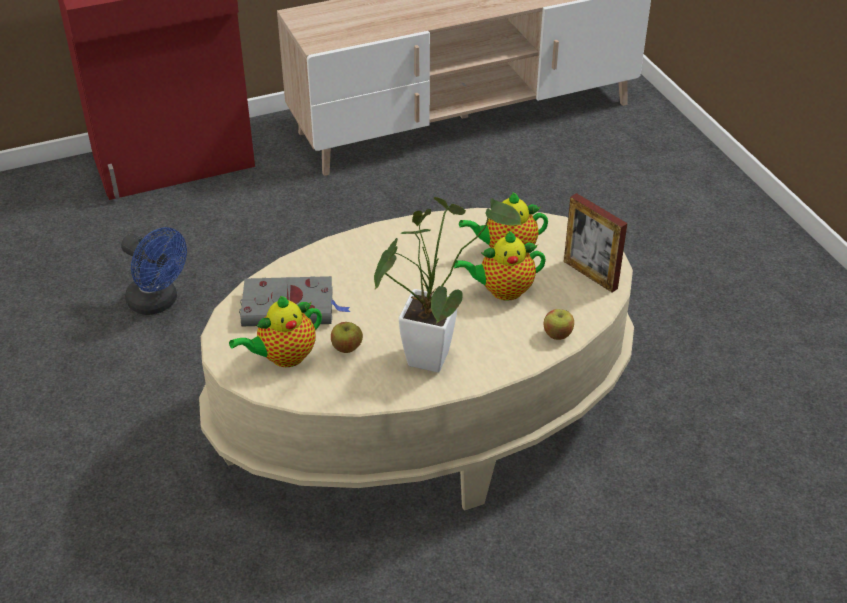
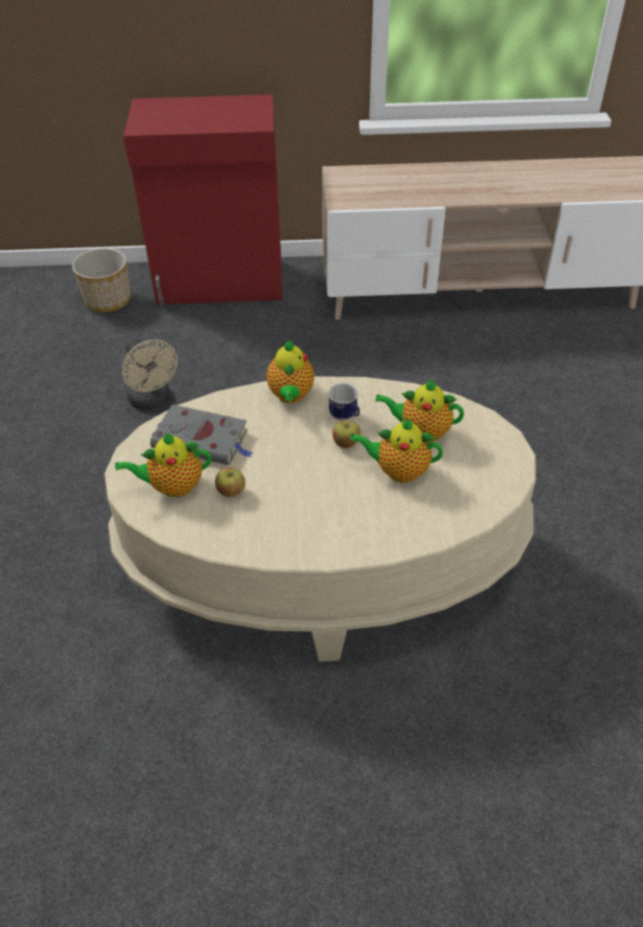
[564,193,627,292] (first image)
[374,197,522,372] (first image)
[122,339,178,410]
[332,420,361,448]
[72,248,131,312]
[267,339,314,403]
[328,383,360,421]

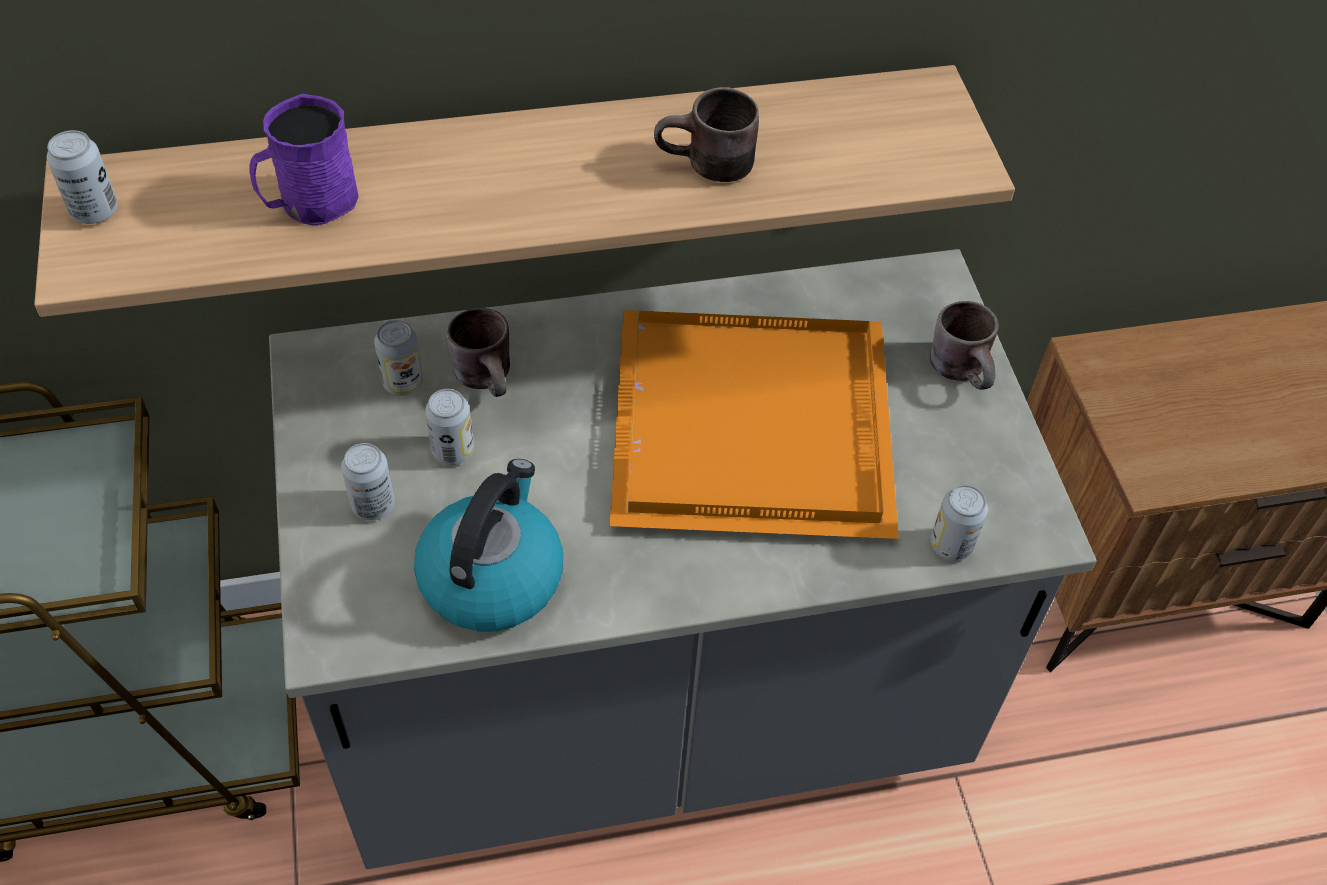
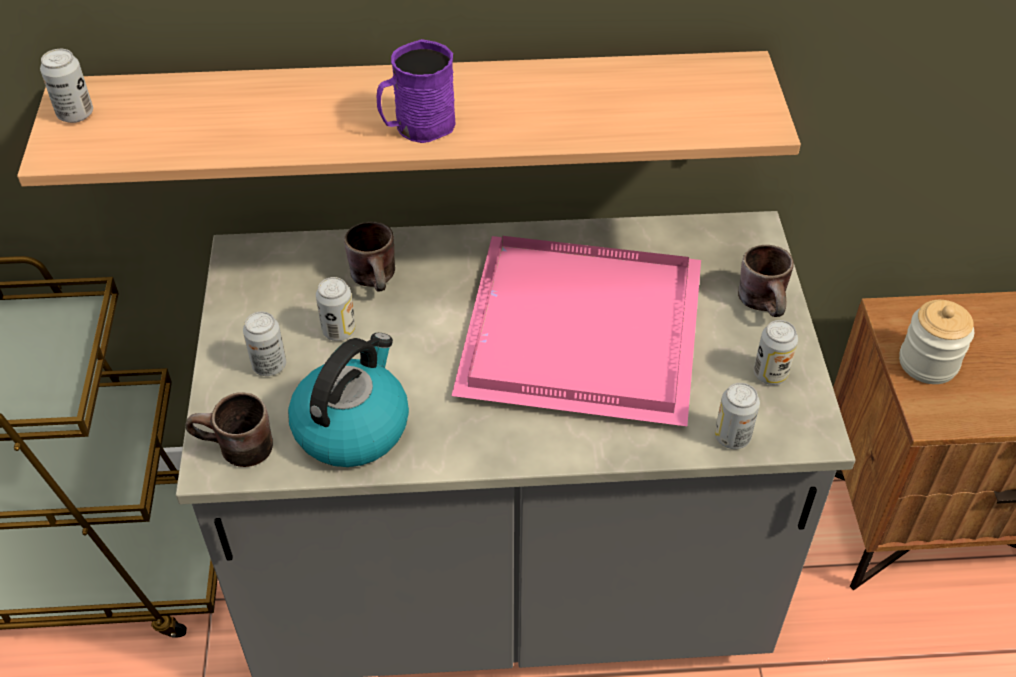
[185,392,273,467]
[376,39,456,143]
[452,236,701,426]
[754,320,798,385]
[899,300,974,384]

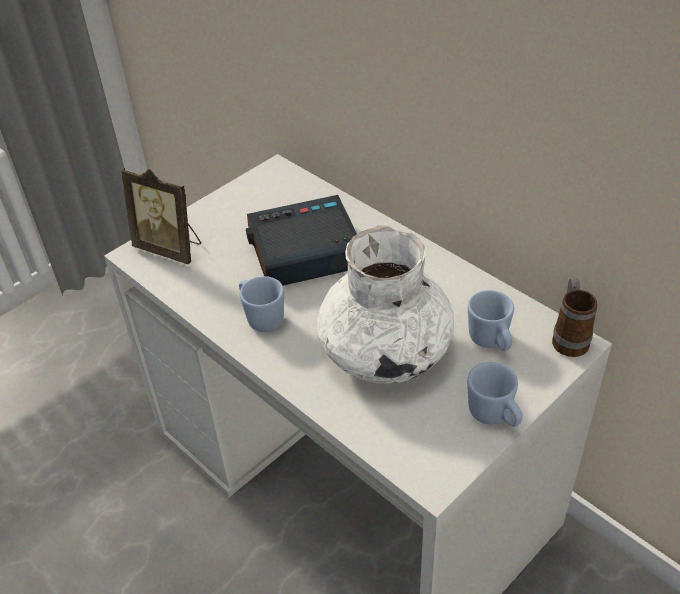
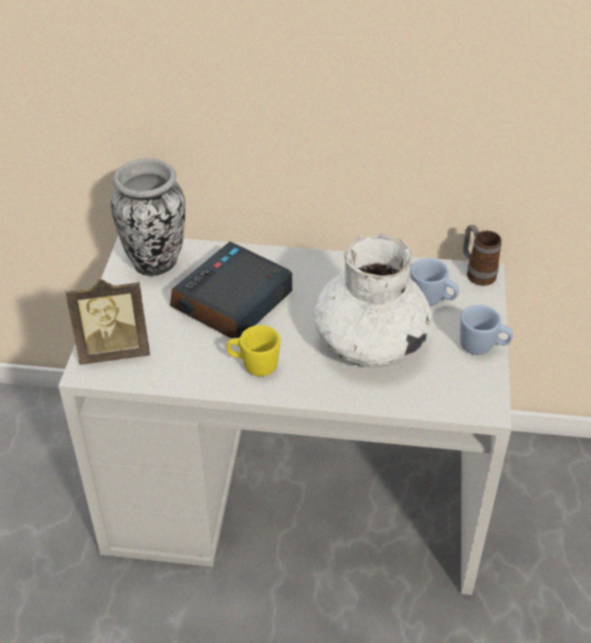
[227,325,280,376]
[111,158,185,276]

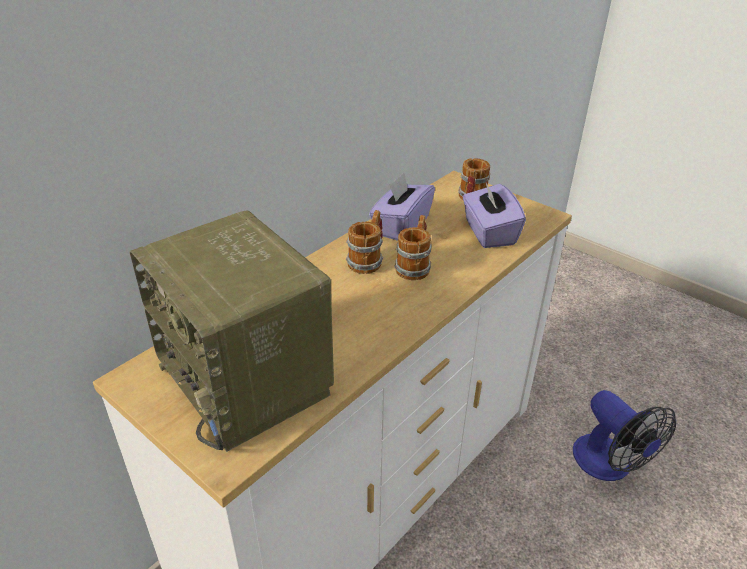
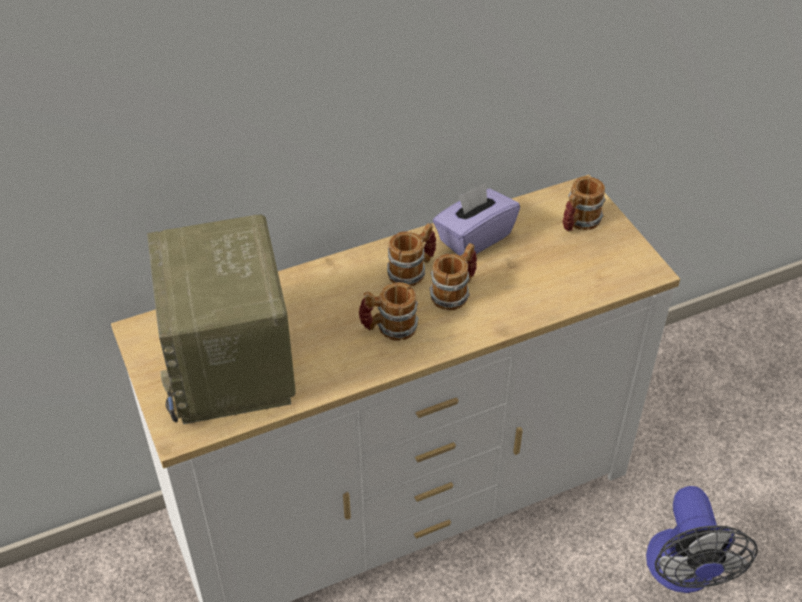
[463,181,526,248] (first image)
[359,282,419,341]

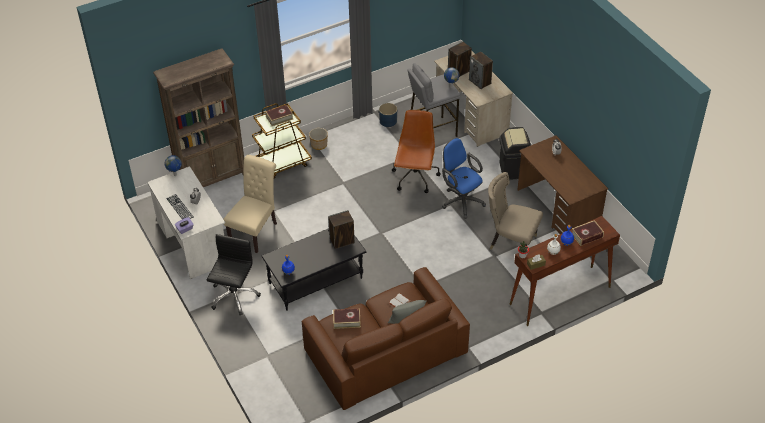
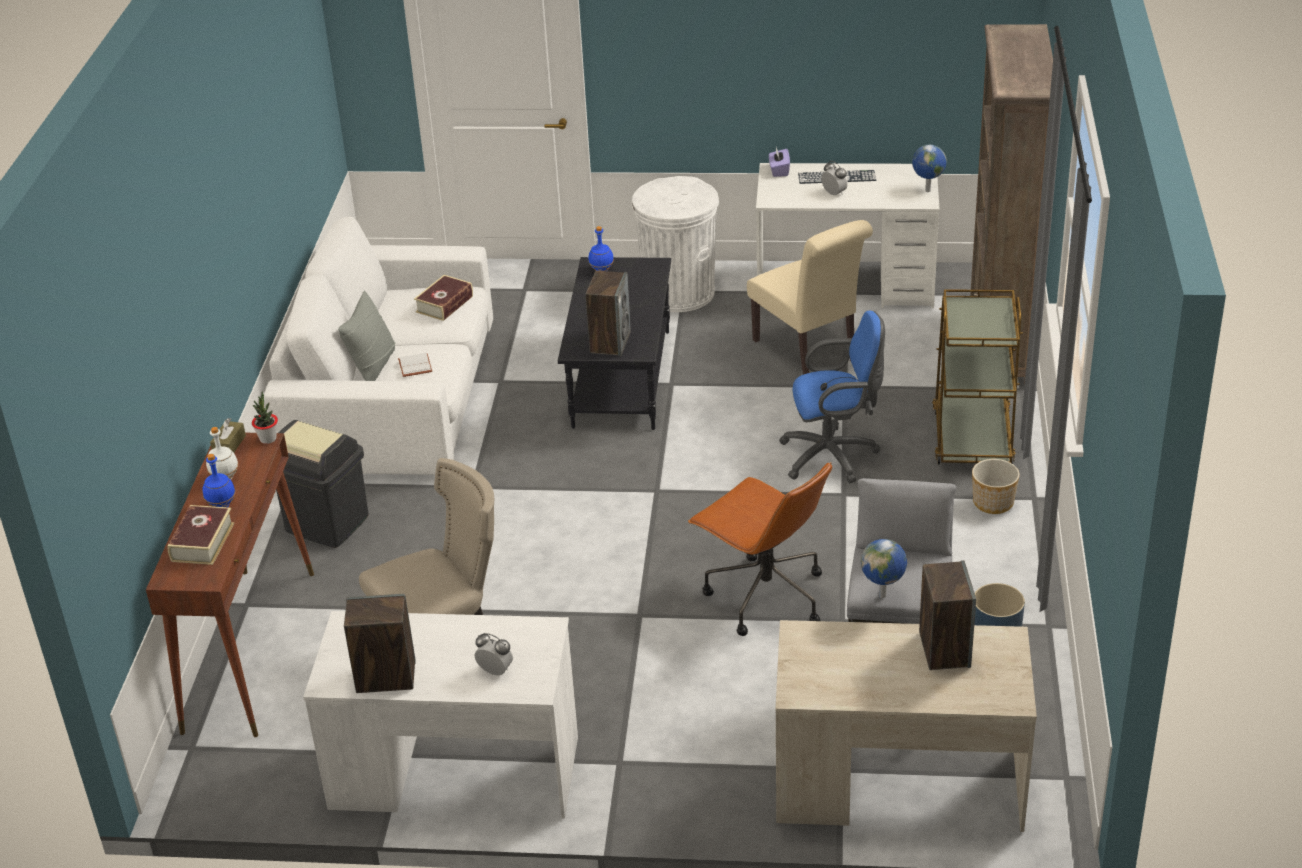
[344,594,416,693]
[265,105,293,126] (first image)
[276,420,369,548]
[303,611,578,818]
[779,311,885,483]
[632,176,719,312]
[264,217,493,475]

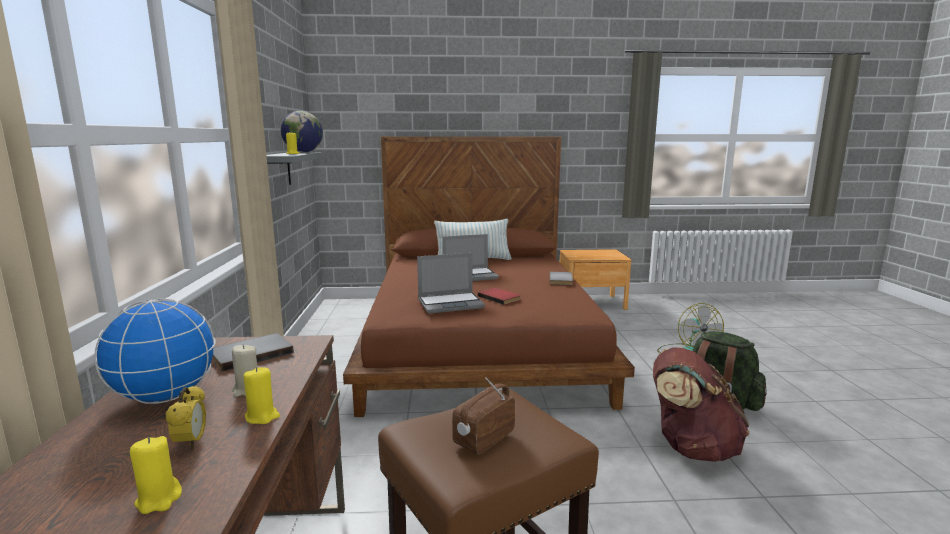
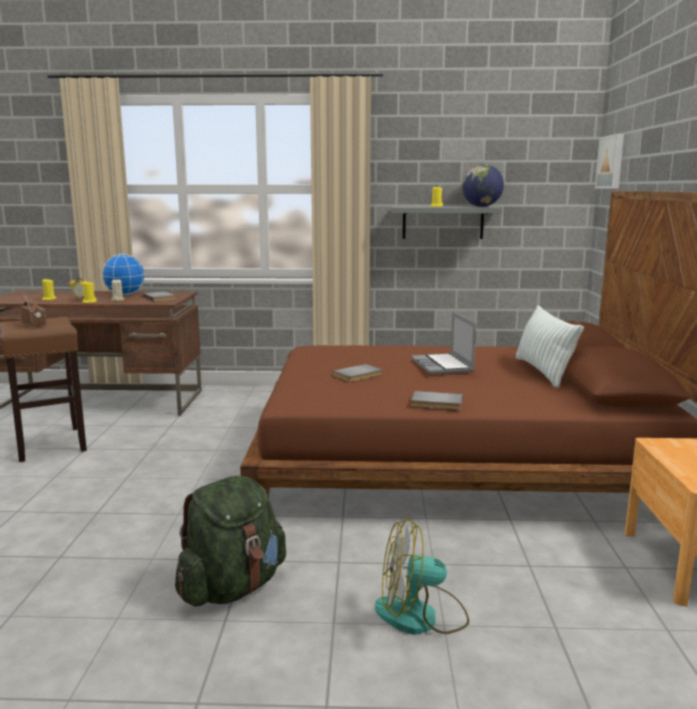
[417,253,485,314] (first image)
[332,364,382,382]
[653,347,750,462] (first image)
[595,134,624,188]

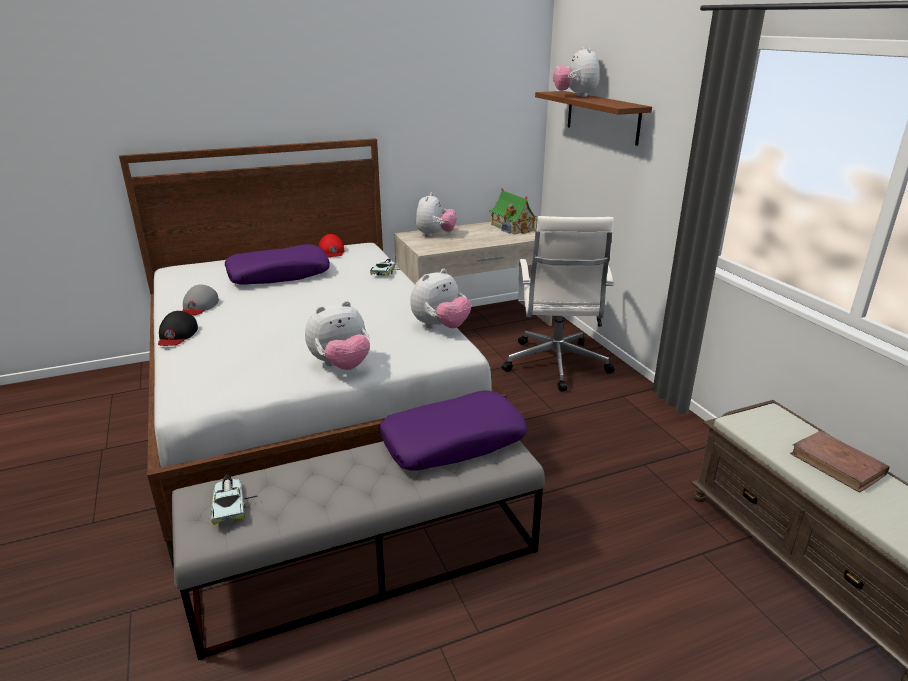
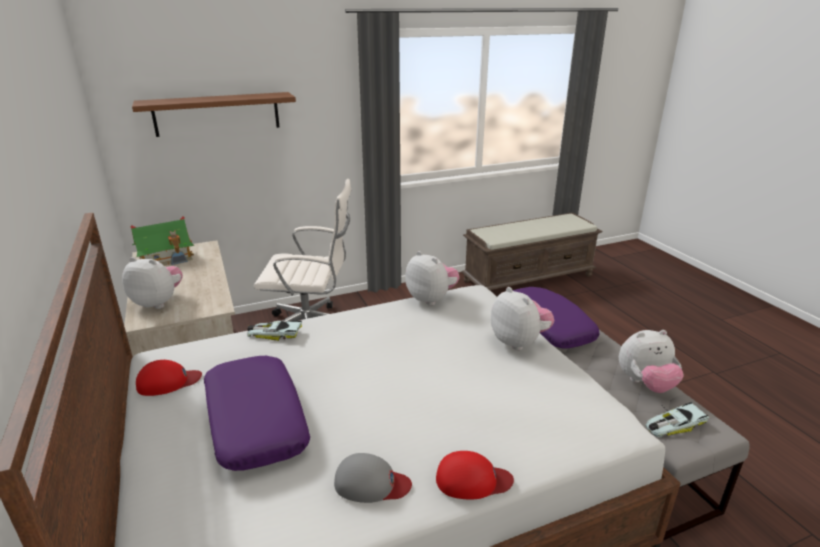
[619,330,683,393]
[436,451,514,499]
[790,431,890,493] (first image)

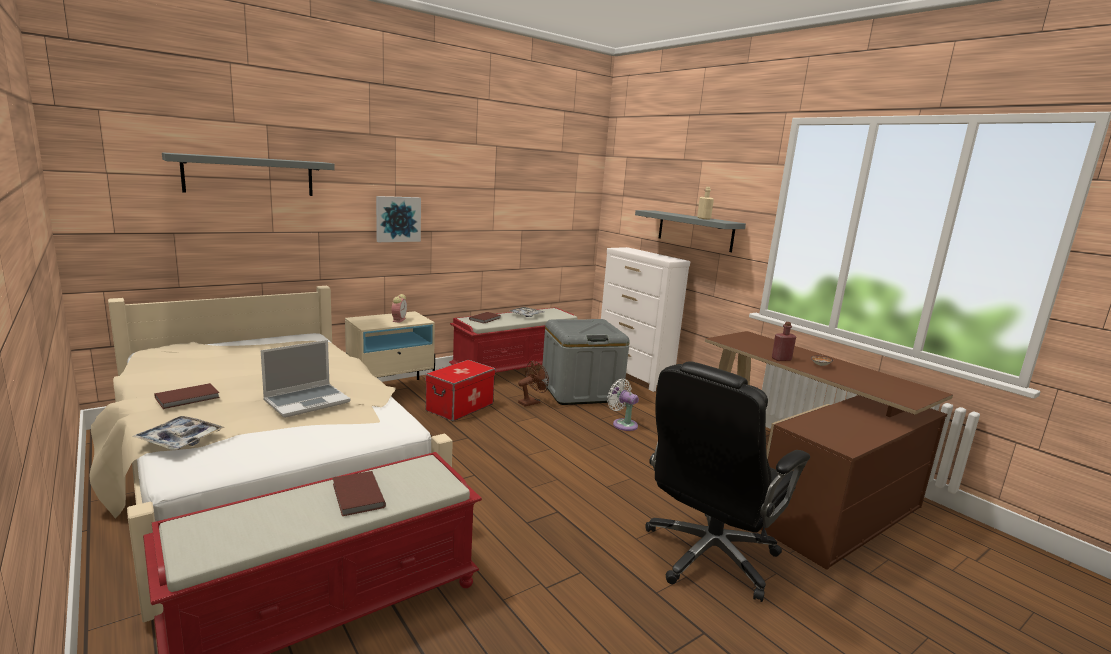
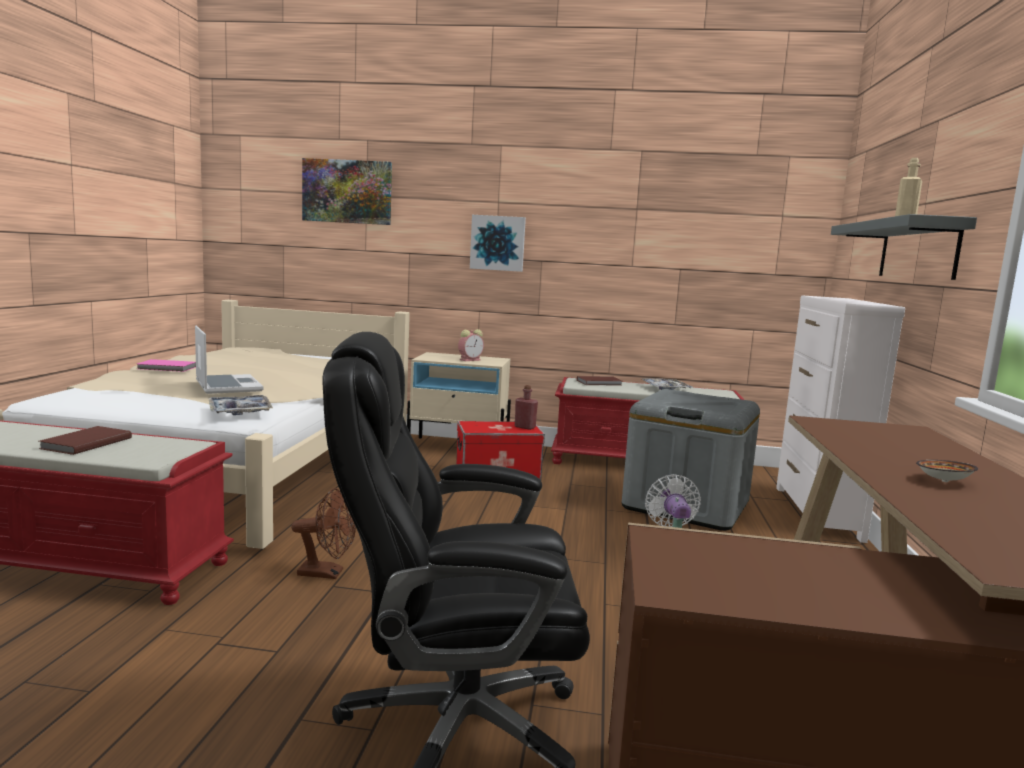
[302,158,392,225]
[515,385,538,430]
[195,326,264,394]
[291,488,356,579]
[137,359,196,372]
[208,395,273,415]

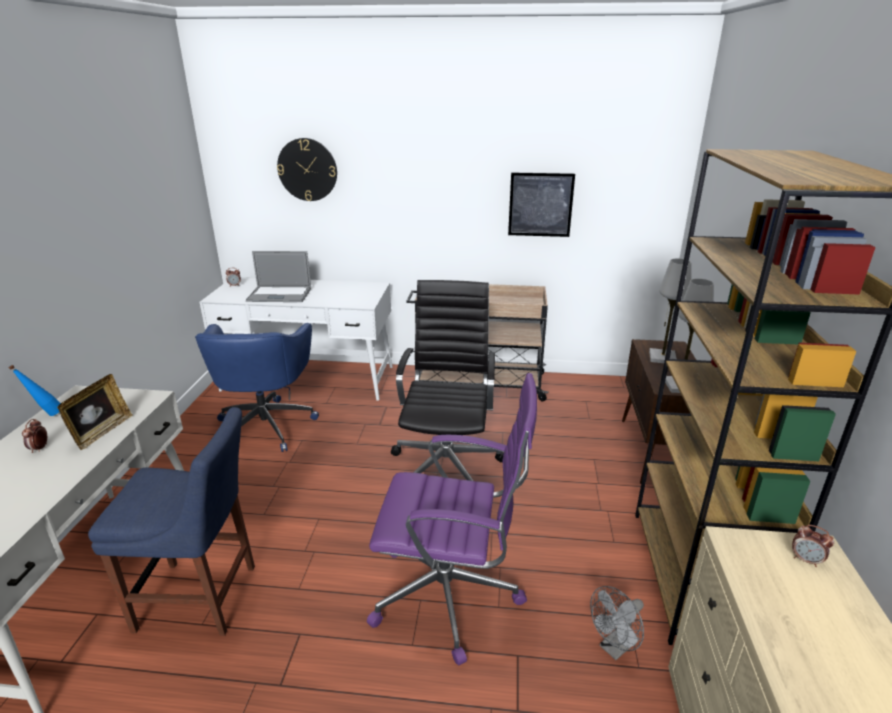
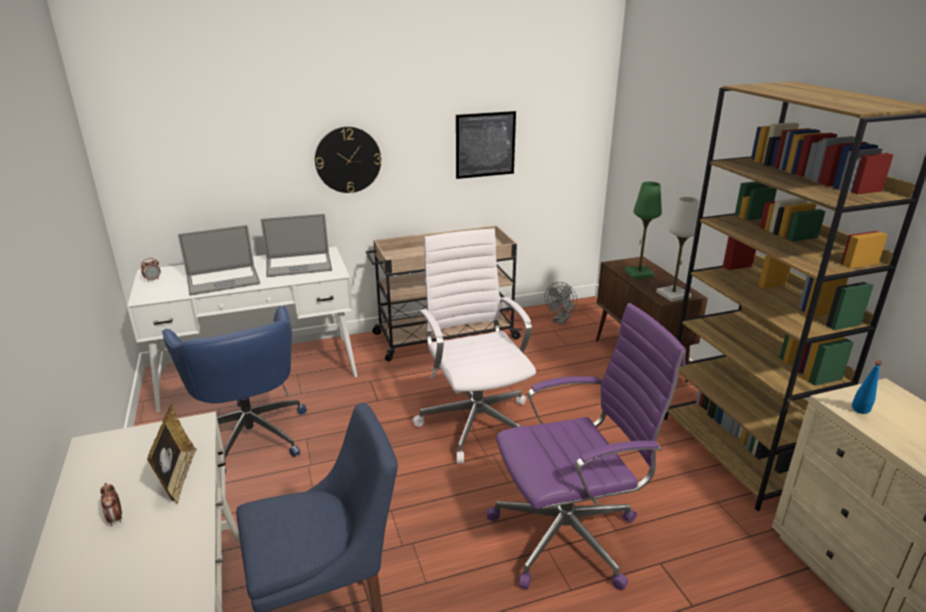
[315,127,381,193]
[624,181,662,279]
[413,228,536,463]
[852,360,882,414]
[792,525,834,567] (first image)
[544,282,577,324]
[261,214,332,277]

